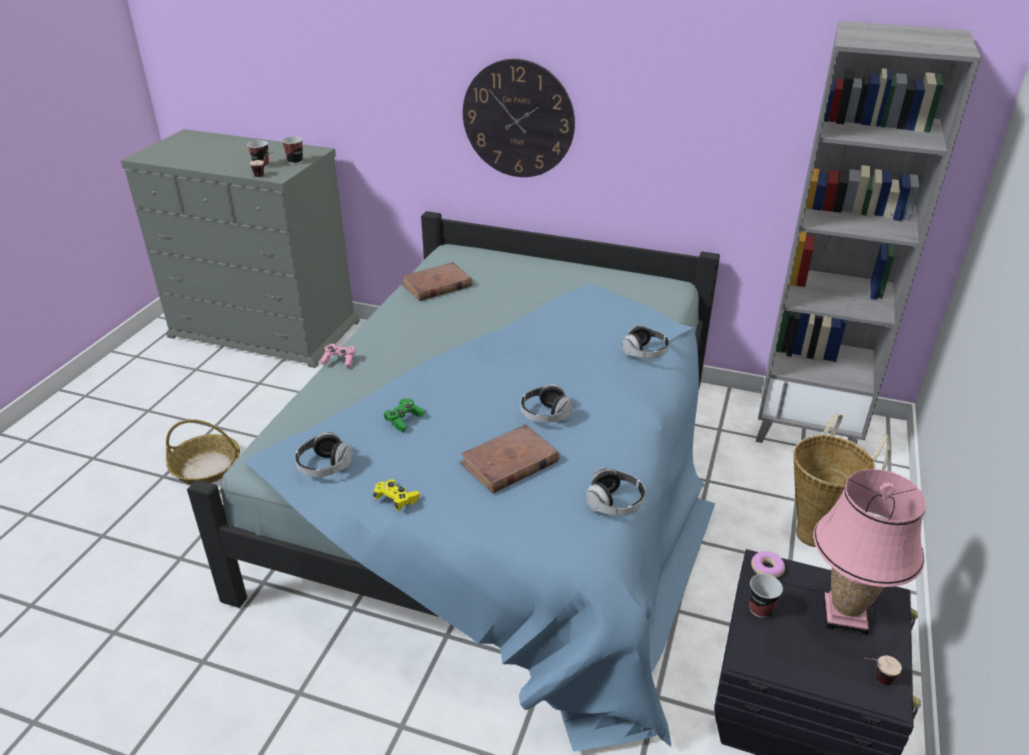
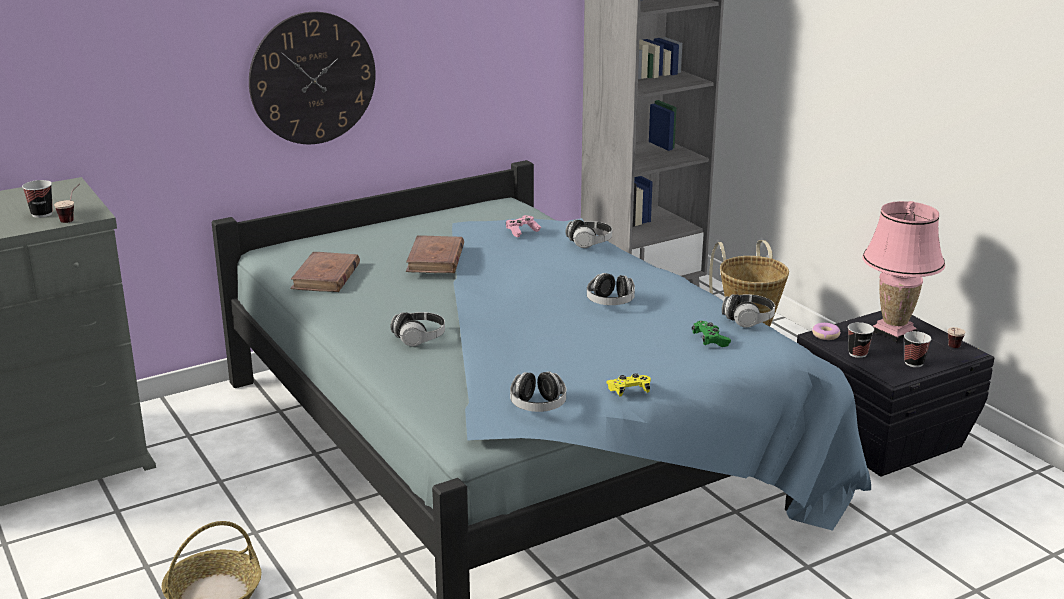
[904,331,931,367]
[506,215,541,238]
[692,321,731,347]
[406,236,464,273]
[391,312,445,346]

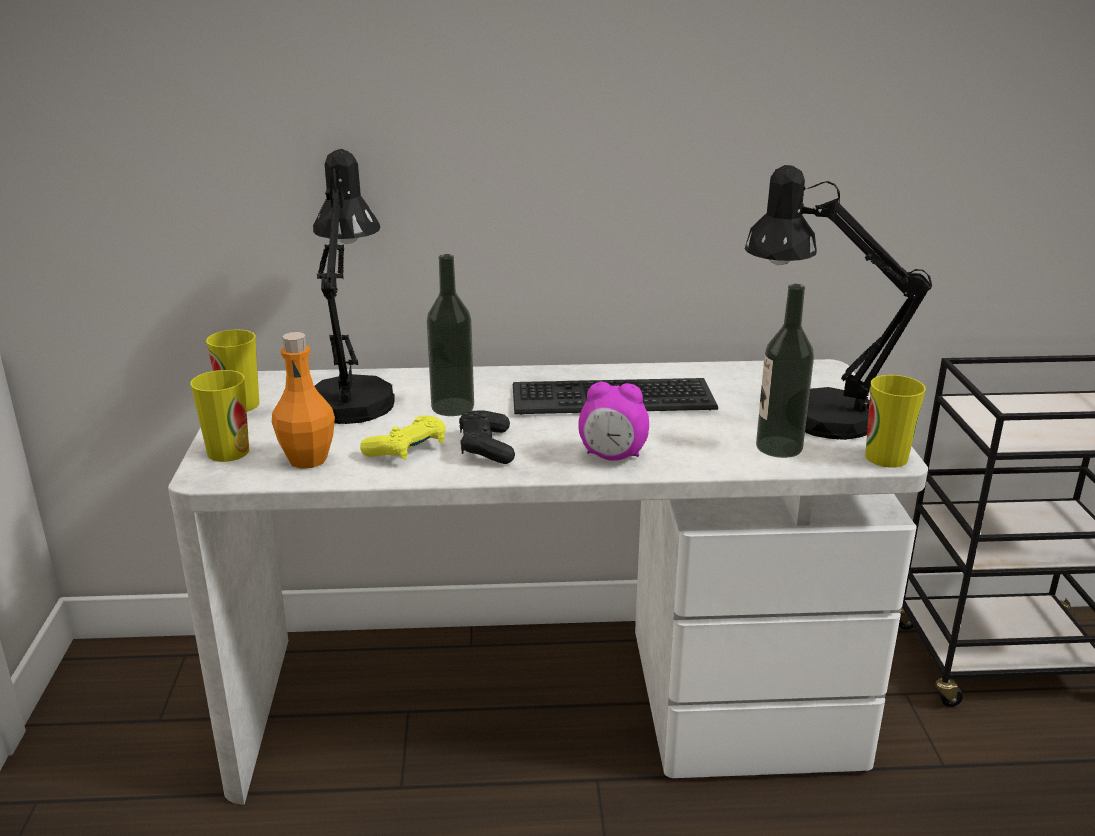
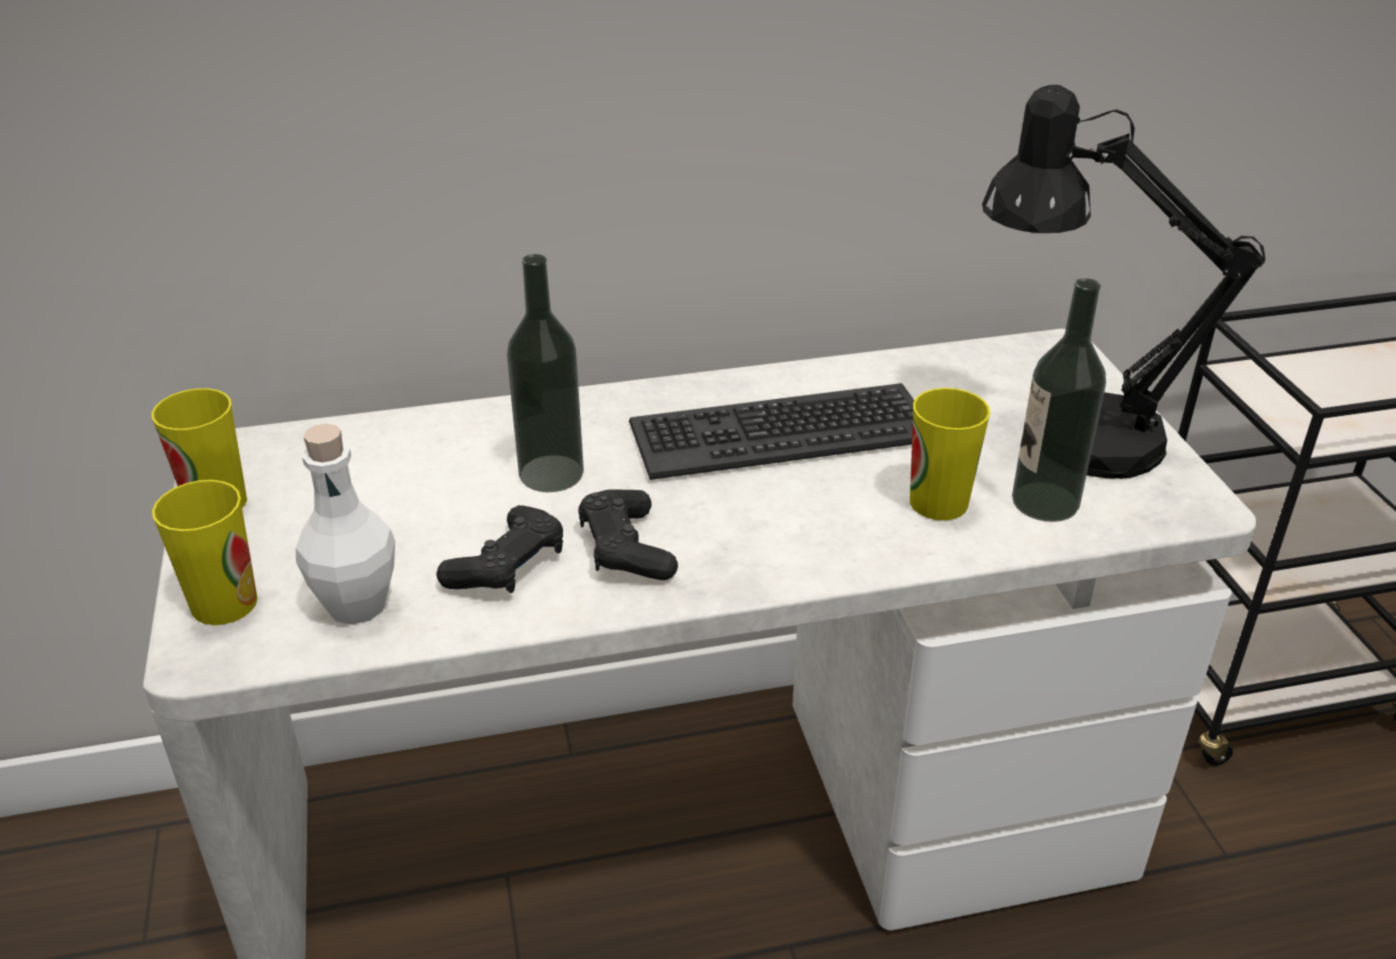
[313,149,395,424] (first image)
[296,423,395,625]
[910,388,990,521]
[578,382,649,461] (first image)
[436,505,563,593]

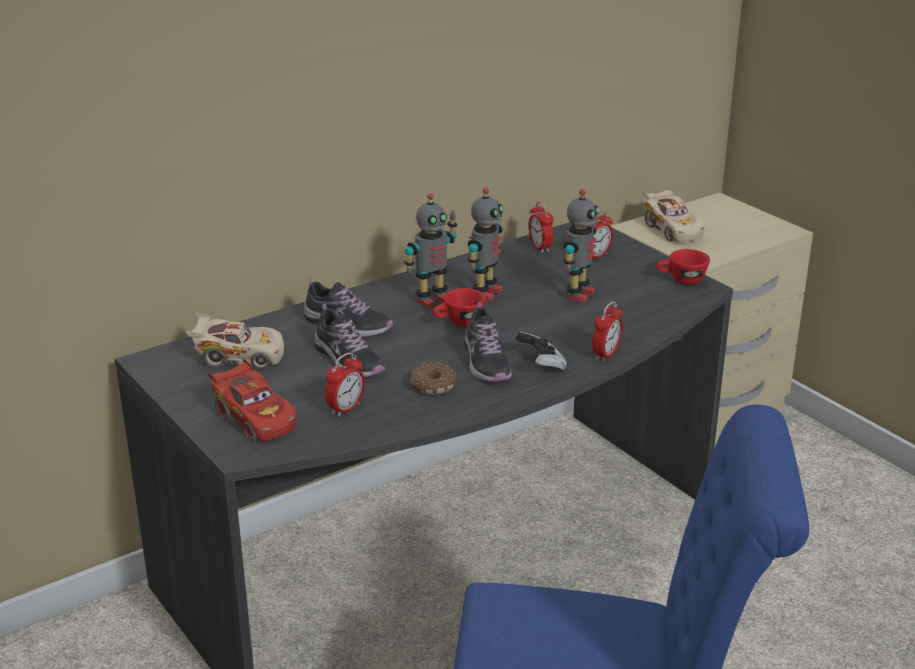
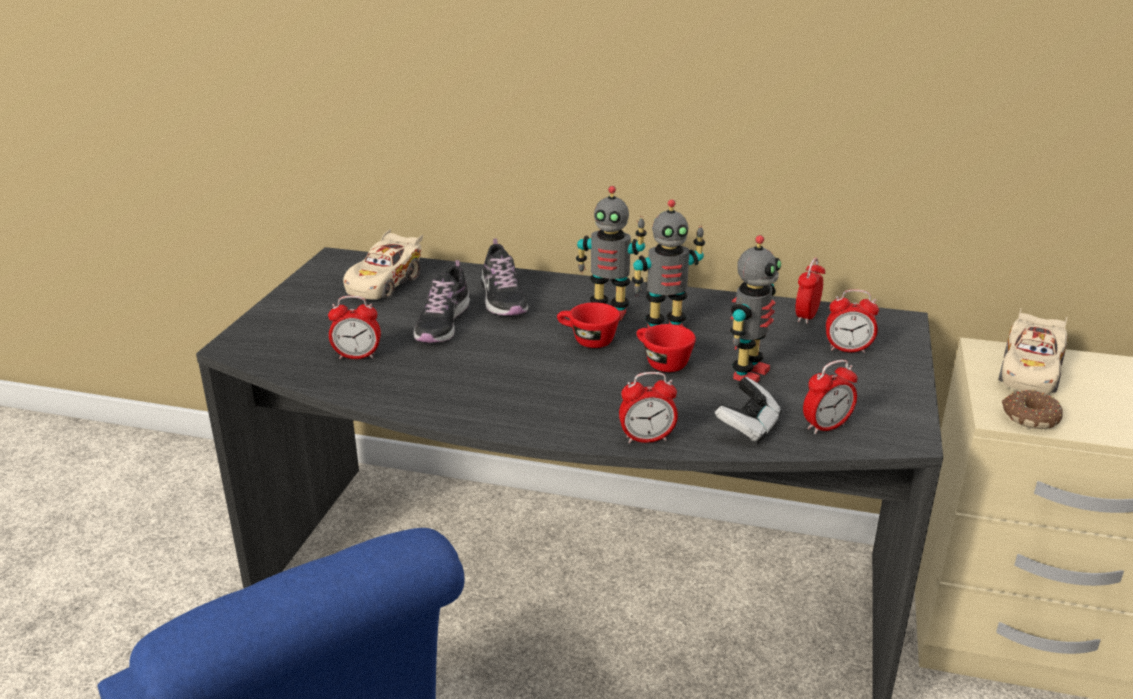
[730,235,781,383]
[637,324,696,372]
[464,302,512,382] (first image)
[343,229,423,300]
[715,377,781,443]
[207,358,297,441] (first image)
[1002,390,1063,429]
[803,360,858,435]

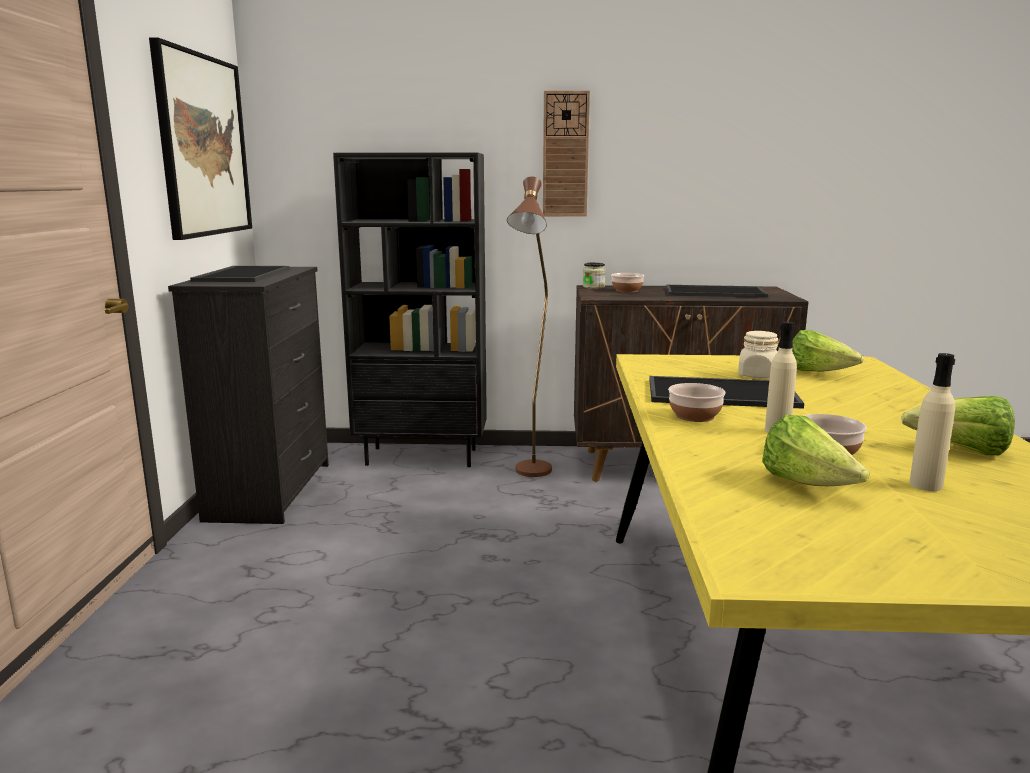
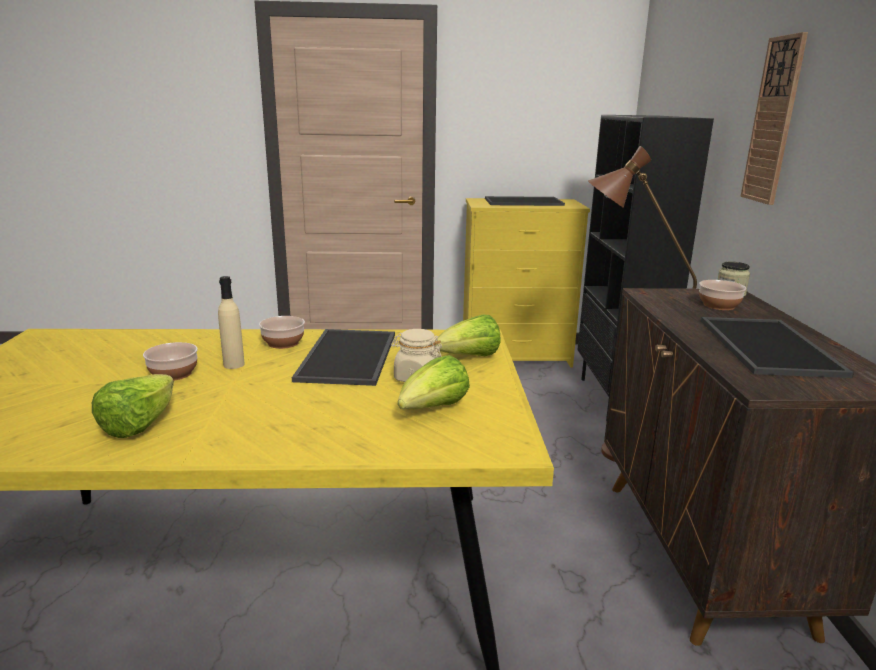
[149,37,252,240] (first image)
[463,198,590,367]
[909,353,955,491] (first image)
[435,315,501,356]

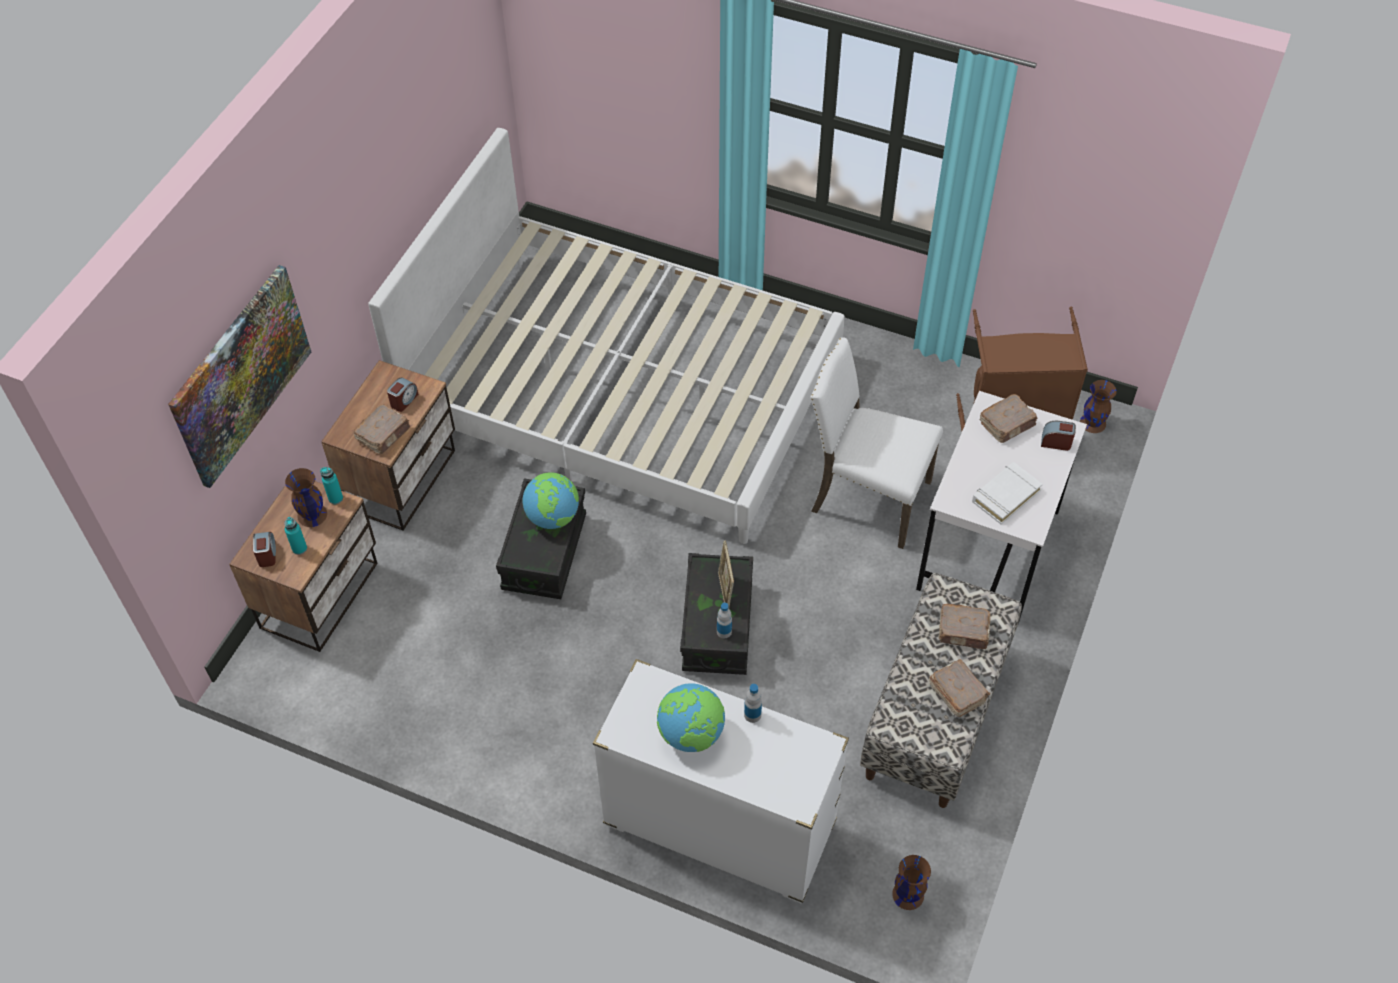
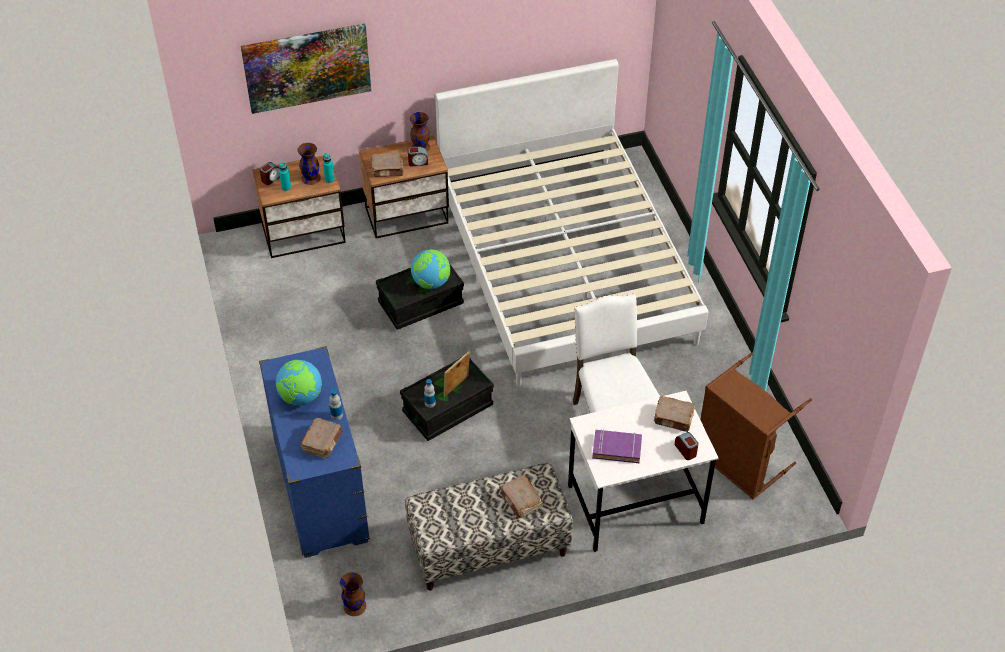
[410,112,430,152]
[592,429,642,463]
[259,346,370,558]
[301,418,343,458]

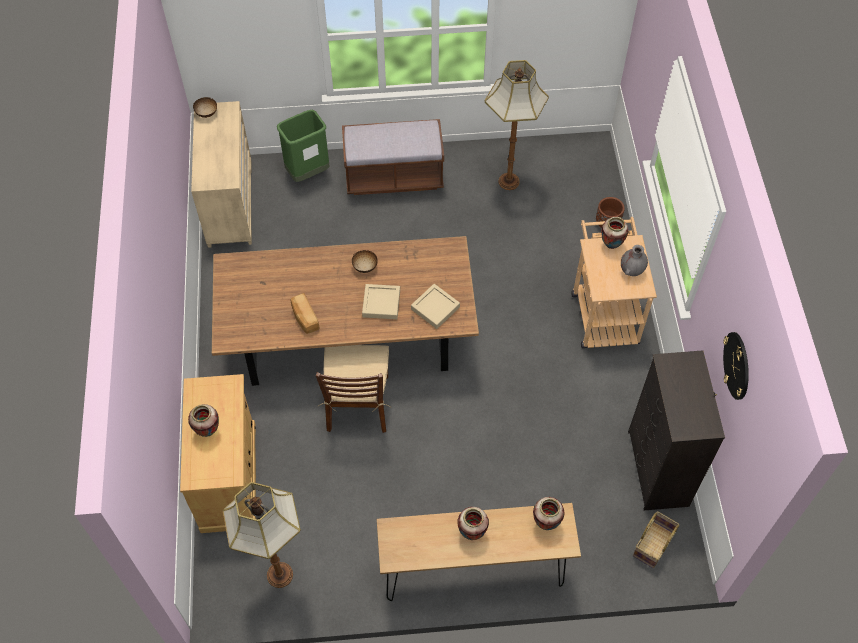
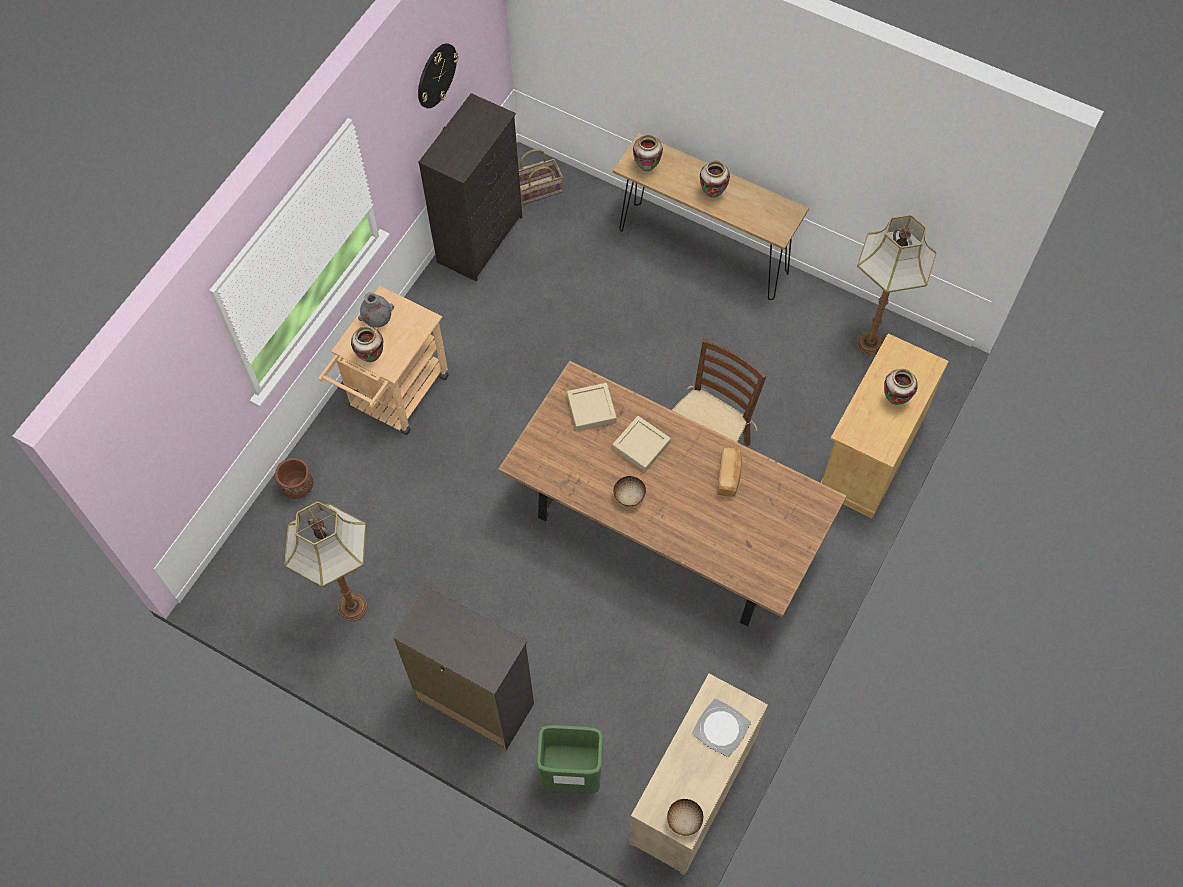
[393,586,534,750]
[692,699,751,757]

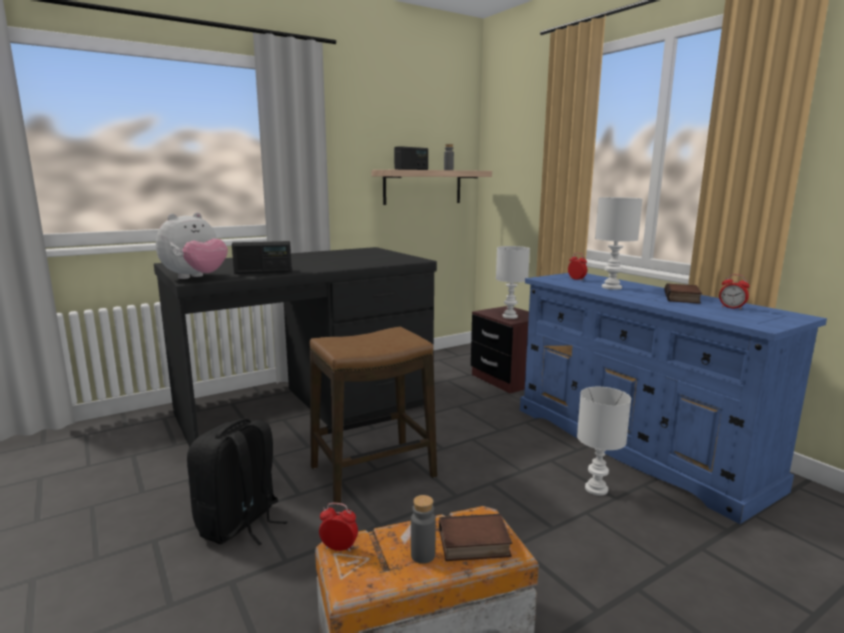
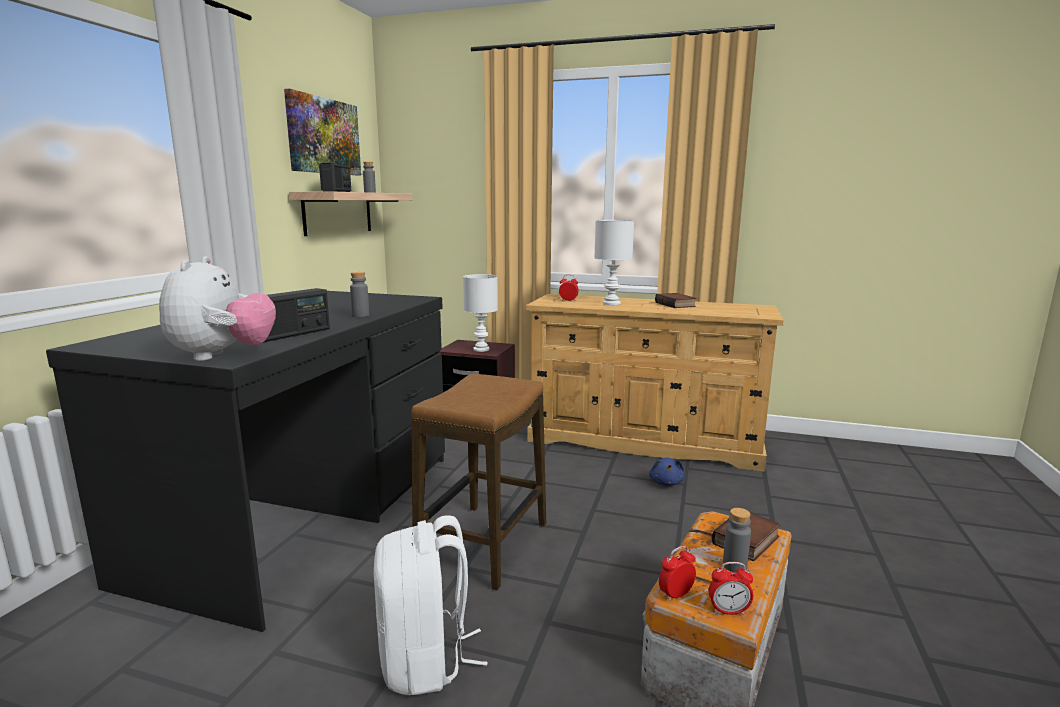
[526,294,784,472]
[709,562,753,615]
[649,458,684,486]
[374,515,488,695]
[284,89,361,175]
[350,272,369,317]

